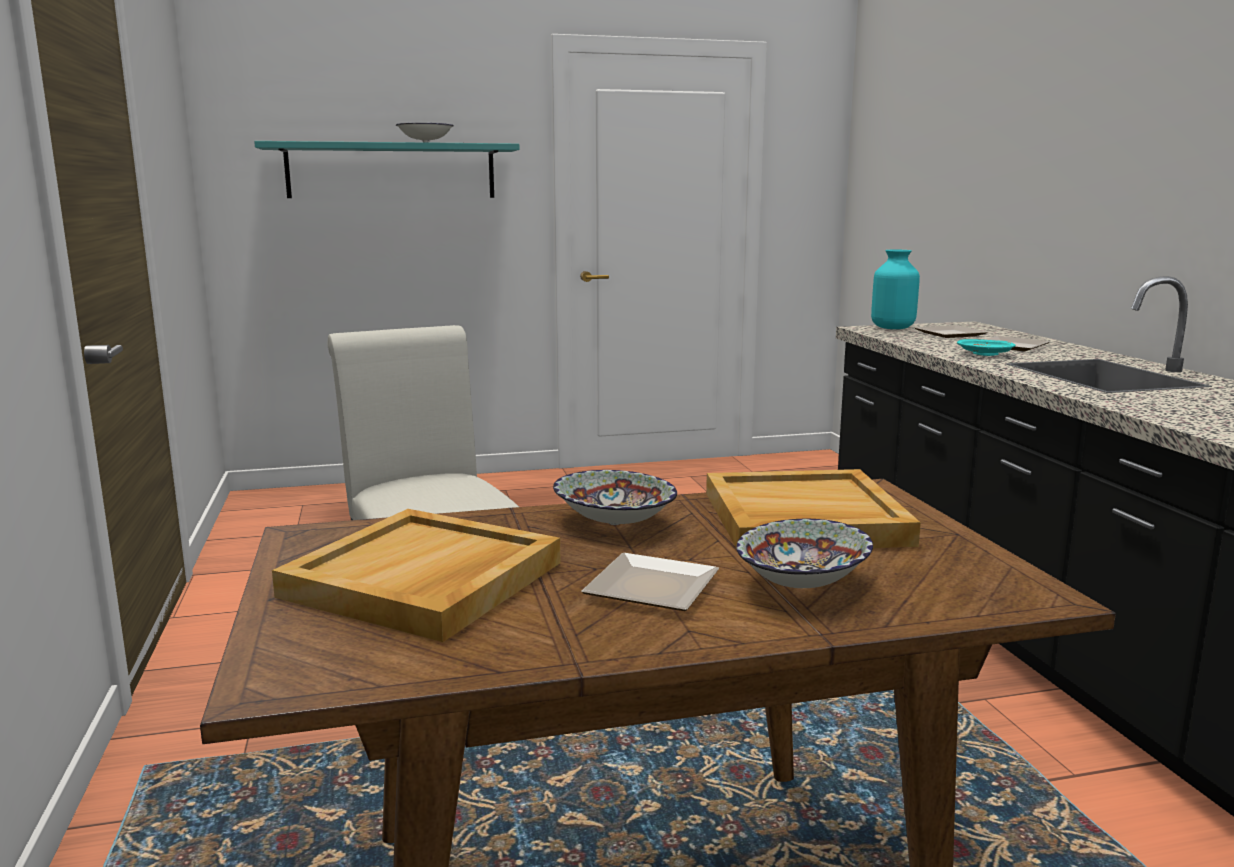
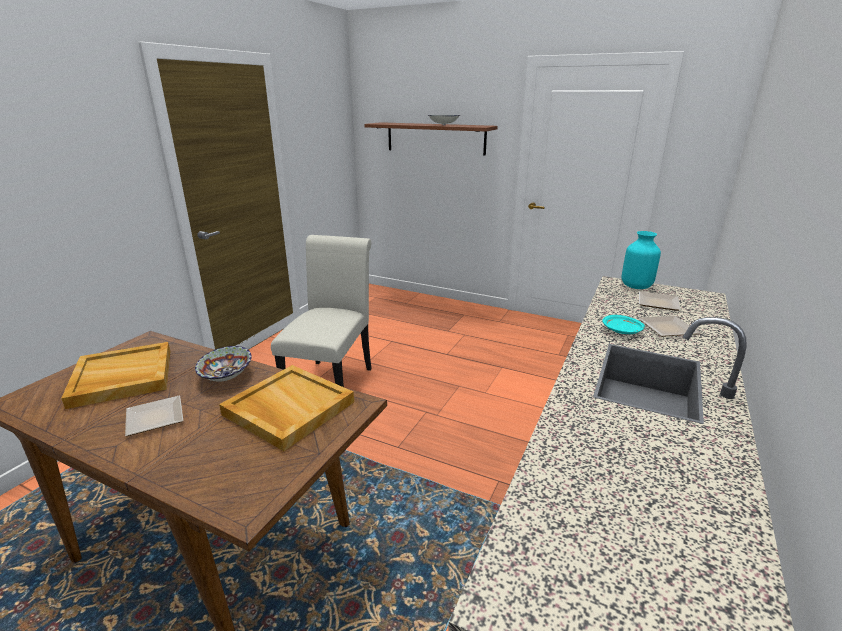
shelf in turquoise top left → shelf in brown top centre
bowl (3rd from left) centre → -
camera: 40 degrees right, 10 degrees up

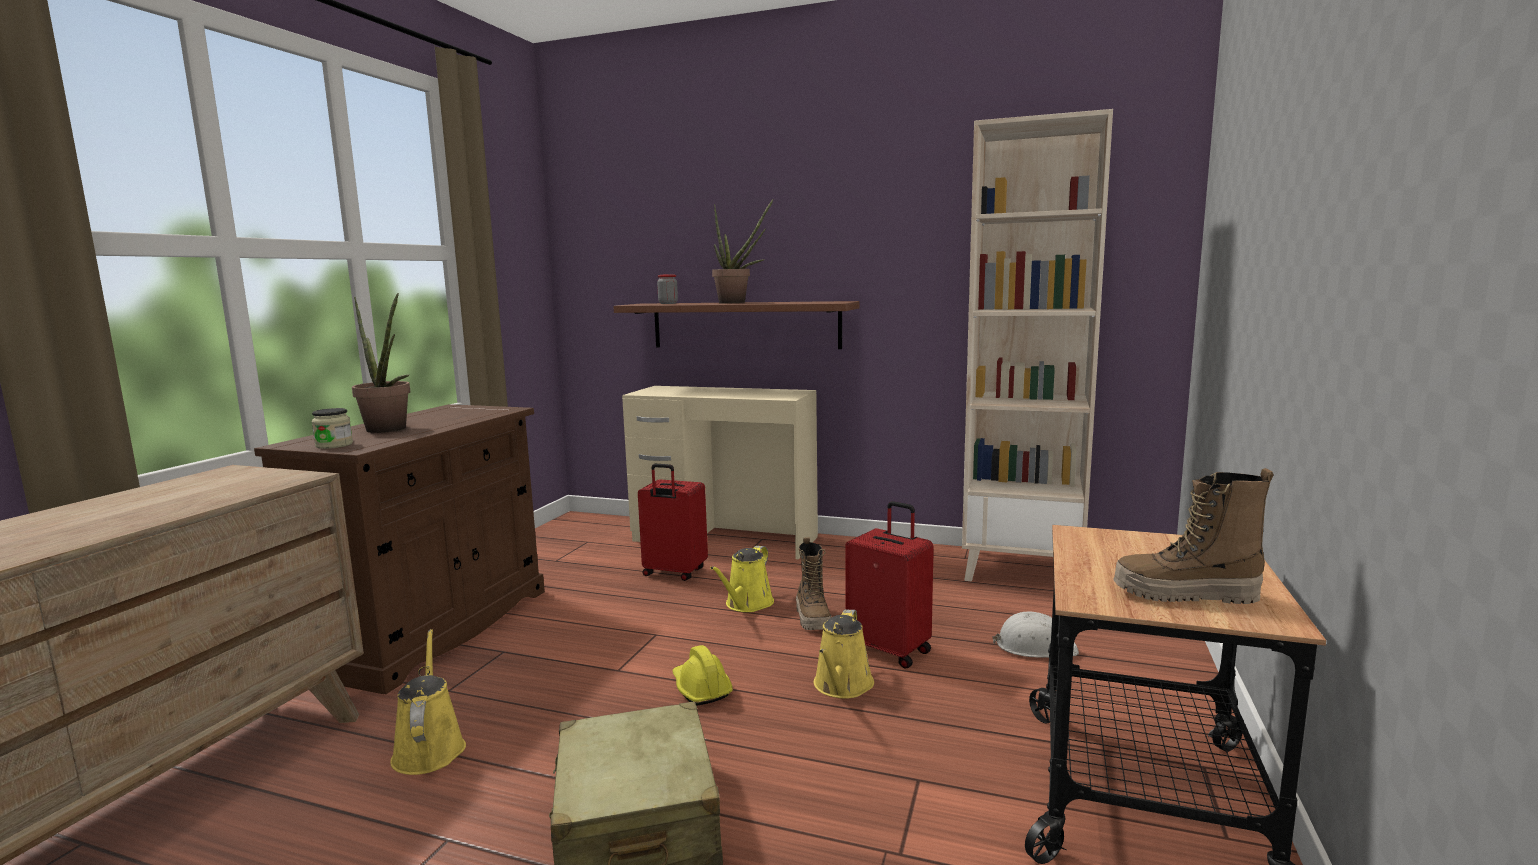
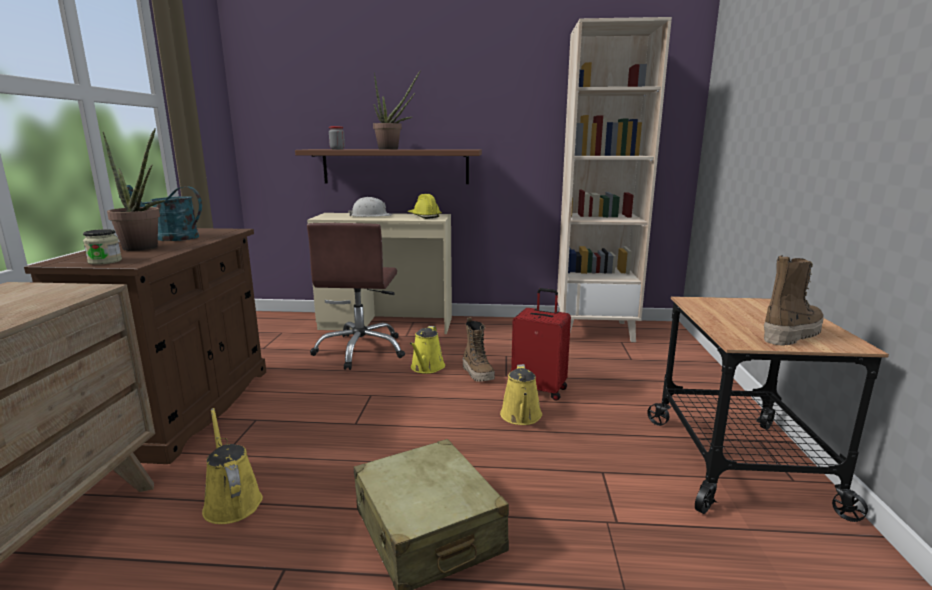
- → watering can in turquoise middle left
suitcase in red (1st from left) centre → office chair in brown centre
hard hat in white bottom right → hard hat in white centre, moved
hard hat in yellow bottom centre → hard hat in yellow centre, moved
boot (2nd from left) middle right, 150 degrees clockwise
camera: 15 degrees left, 5 degrees up

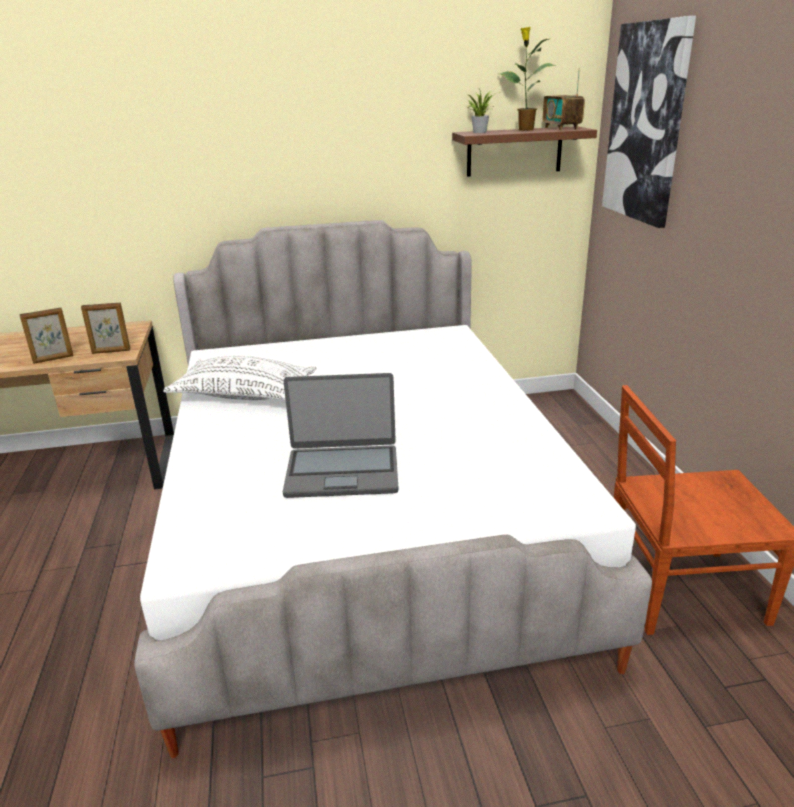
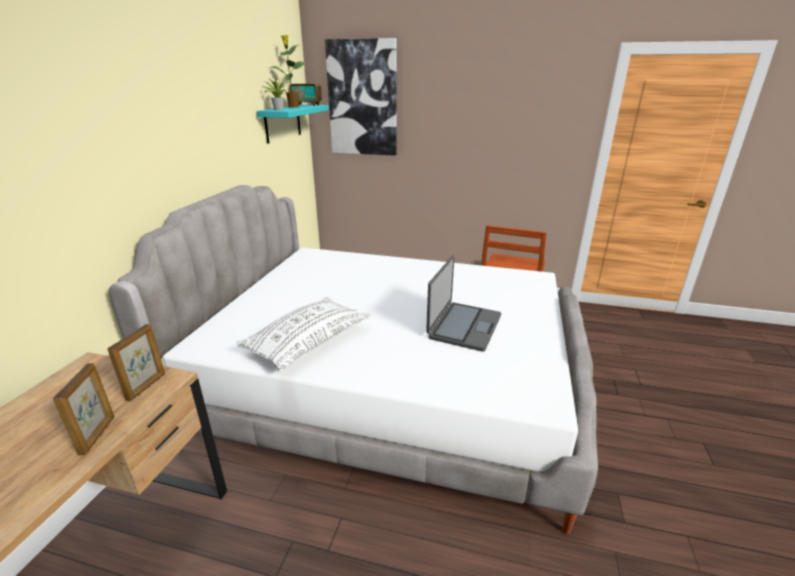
shelf in brown top centre → shelf in turquoise top centre
camera: 65 degrees left, 0 degrees up

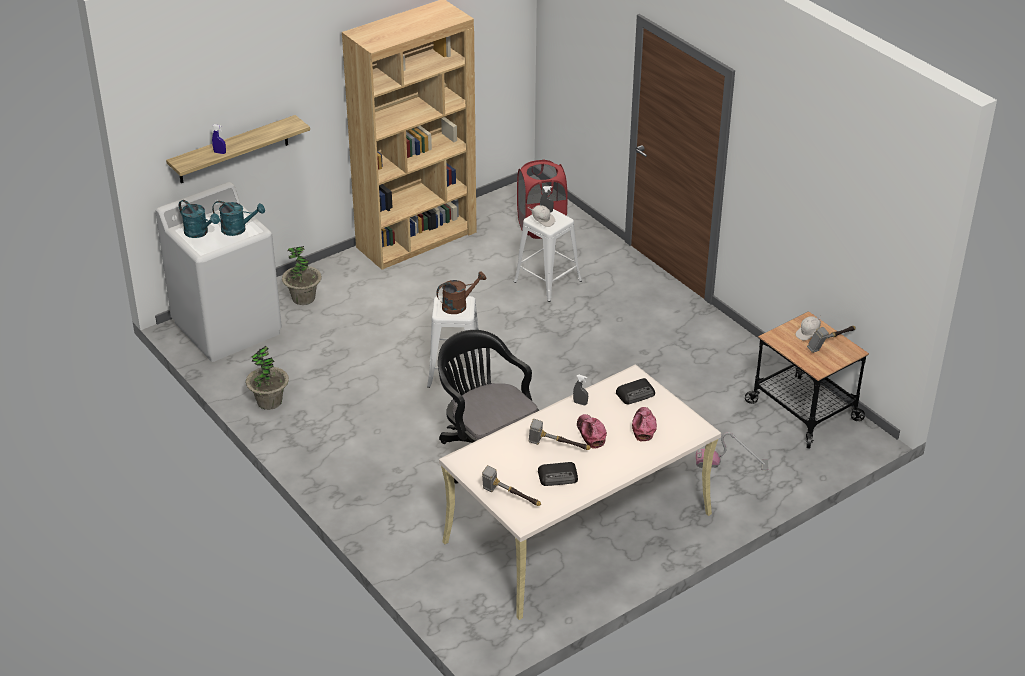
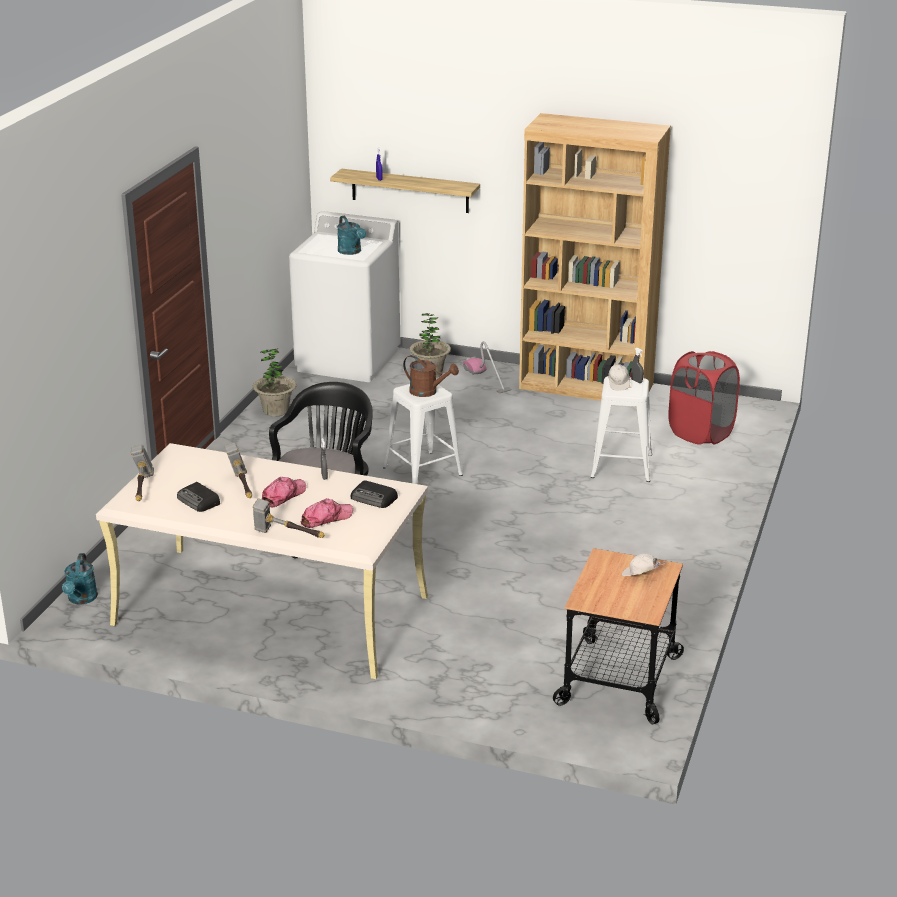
watering can in turquoise (1st from left) top left → watering can in turquoise (1st from left) middle left, moved
hammer (3rd from left) middle right → hammer (3rd from left) middle left, moved
vacuum cleaner bottom right → vacuum cleaner centre, moved
camera: 55 degrees right, 10 degrees down

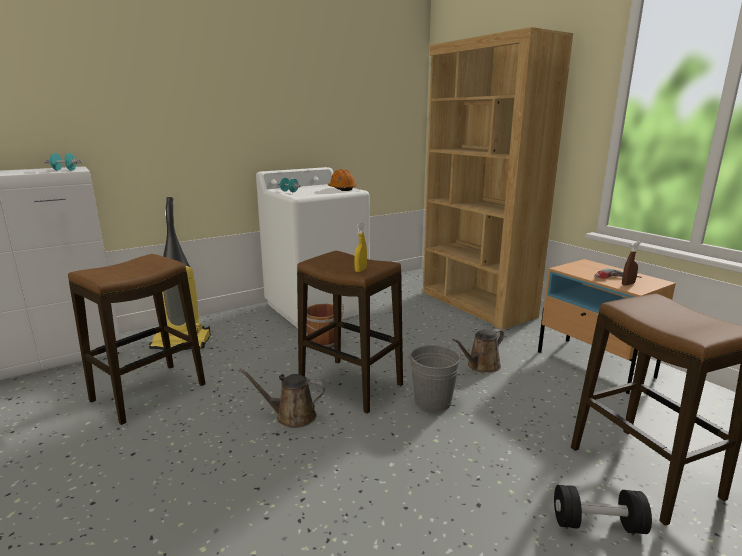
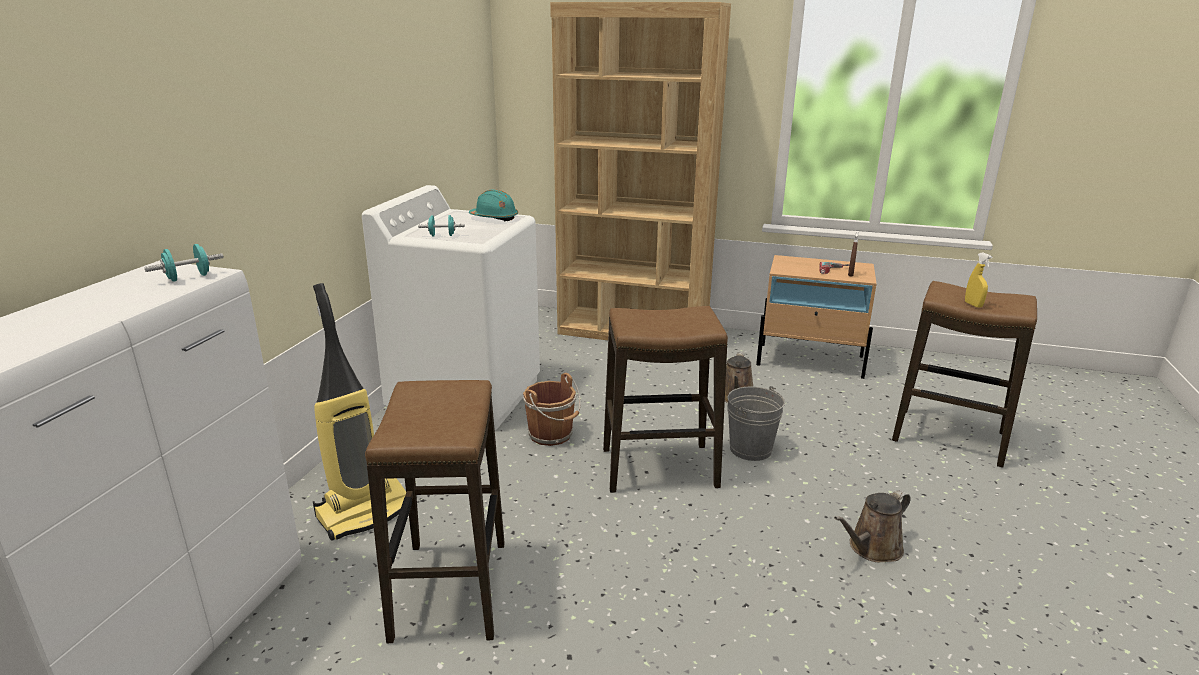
hard hat in orange top centre → hard hat in turquoise top centre
watering can in brown (1st from left in the first image) bottom centre → watering can in brown (2nd from left) bottom right, moved
spray bottle in yellow centre → spray bottle in yellow middle right, moved
dumbbell in black bottom right → -
camera: 40 degrees left, 5 degrees up

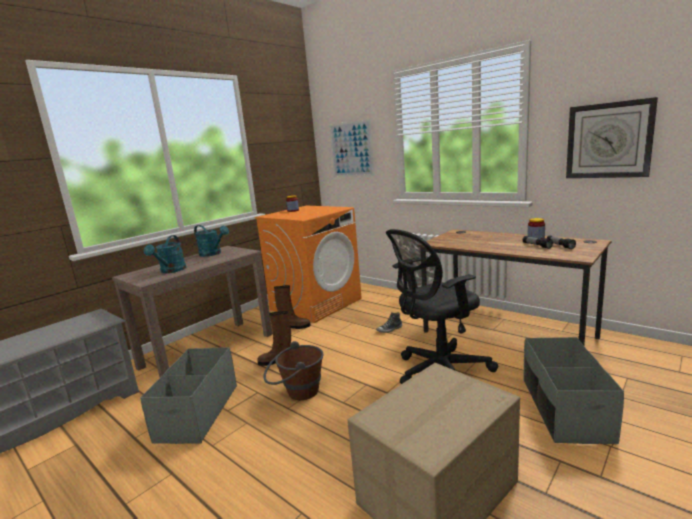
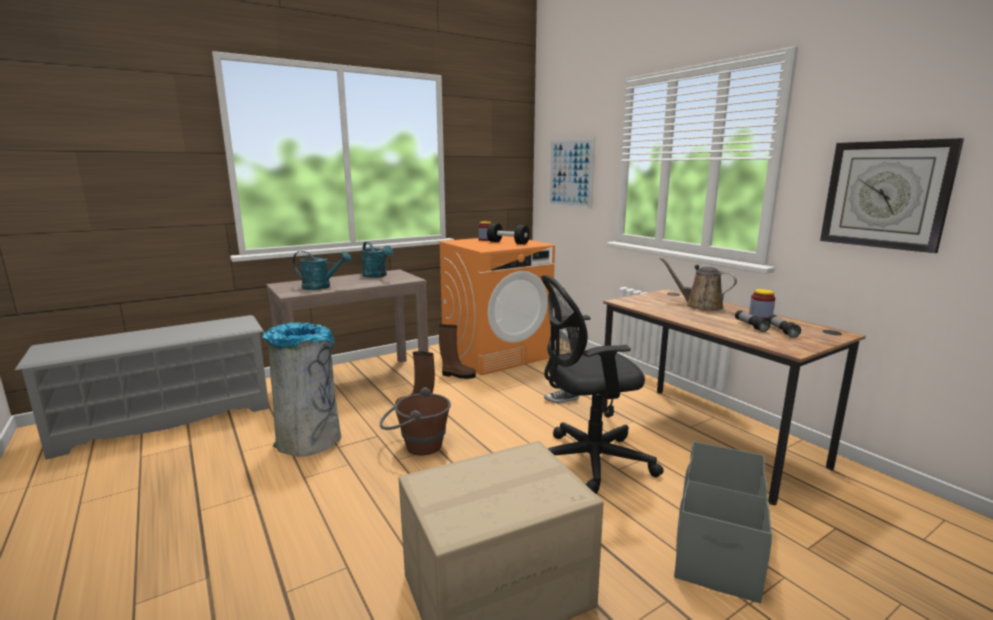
storage box in grey (1st from left) bottom left → trash can in grey middle left
watering can in turquoise (1st from left) middle left, 105 degrees counterclockwise
- → dumbbell in black centre
- → watering can in brown middle right
camera: 15 degrees right, 0 degrees up

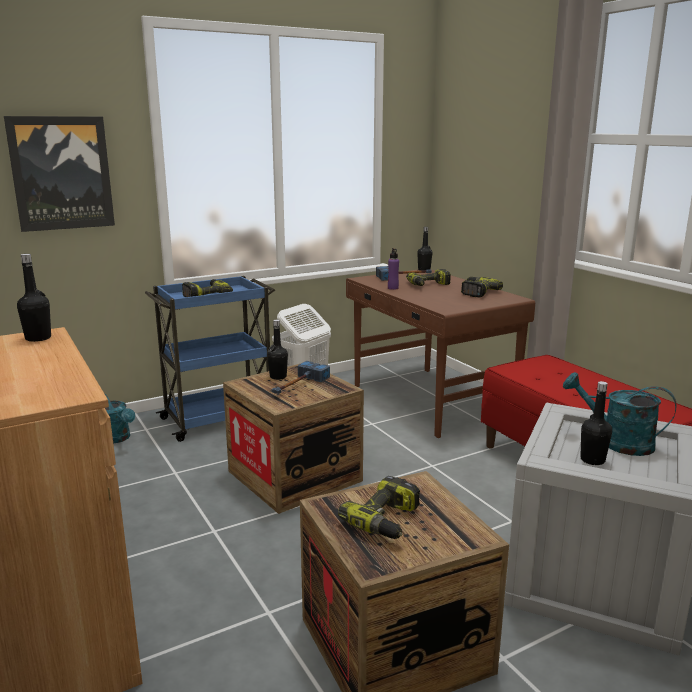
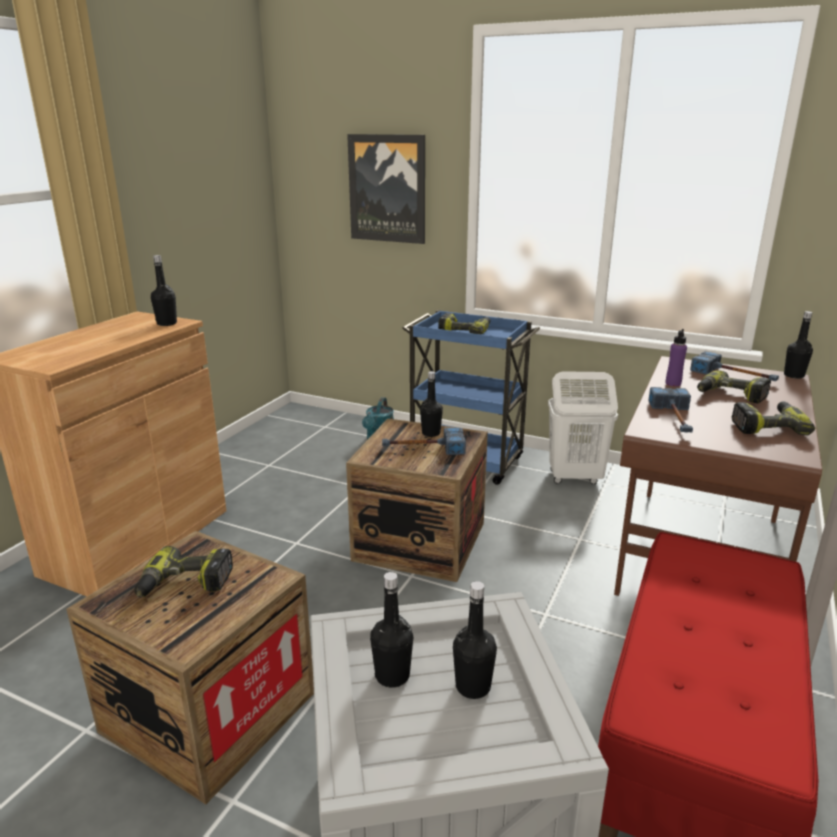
watering can in turquoise (2nd from left) middle right → bottle in black (4th from left) bottom centre
- → hammer (2nd from left) middle right
camera: 55 degrees right, 5 degrees up

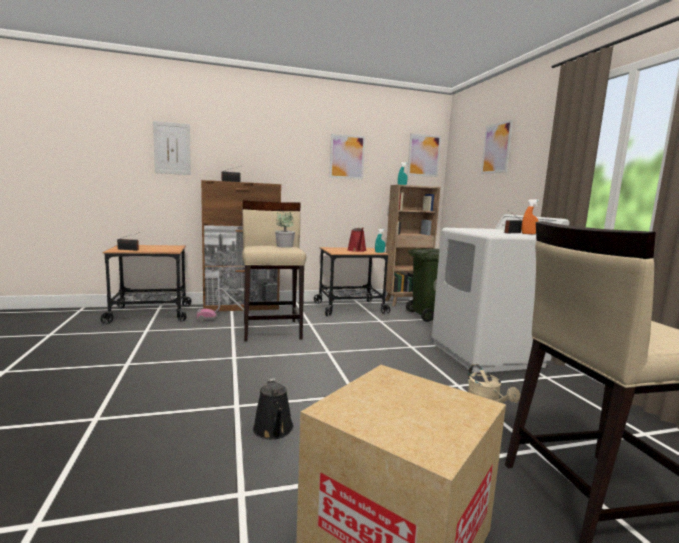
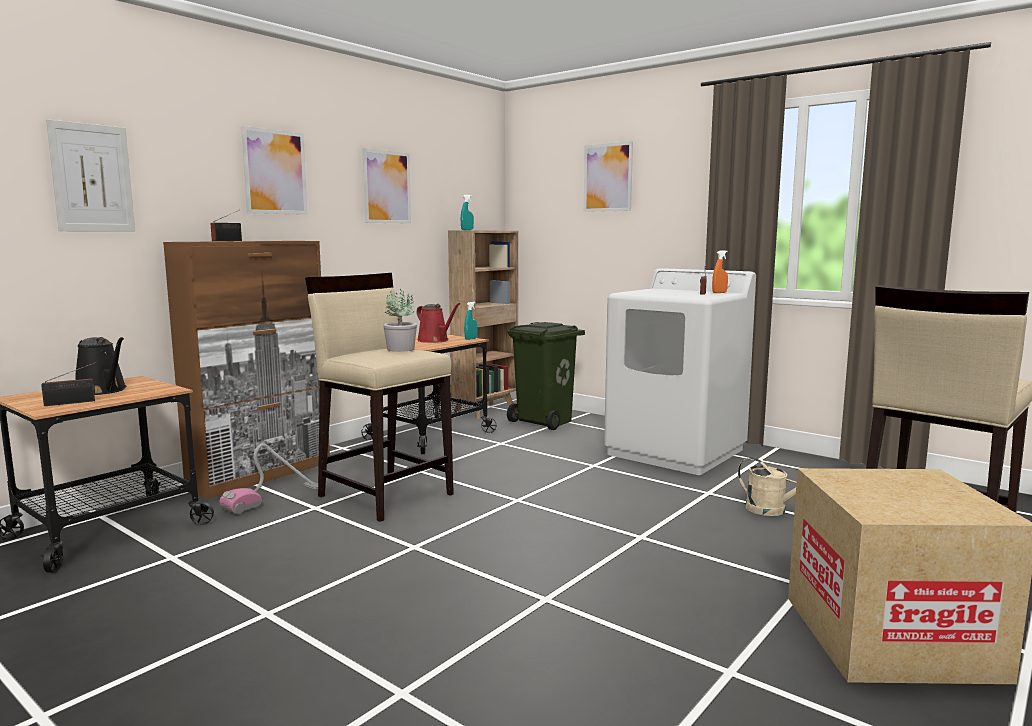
watering can in black bottom centre → watering can in black middle left, moved
picture (3rd from left in the first image) top centre → picture (2nd from left) top left, moved
camera: 35 degrees left, 0 degrees up

